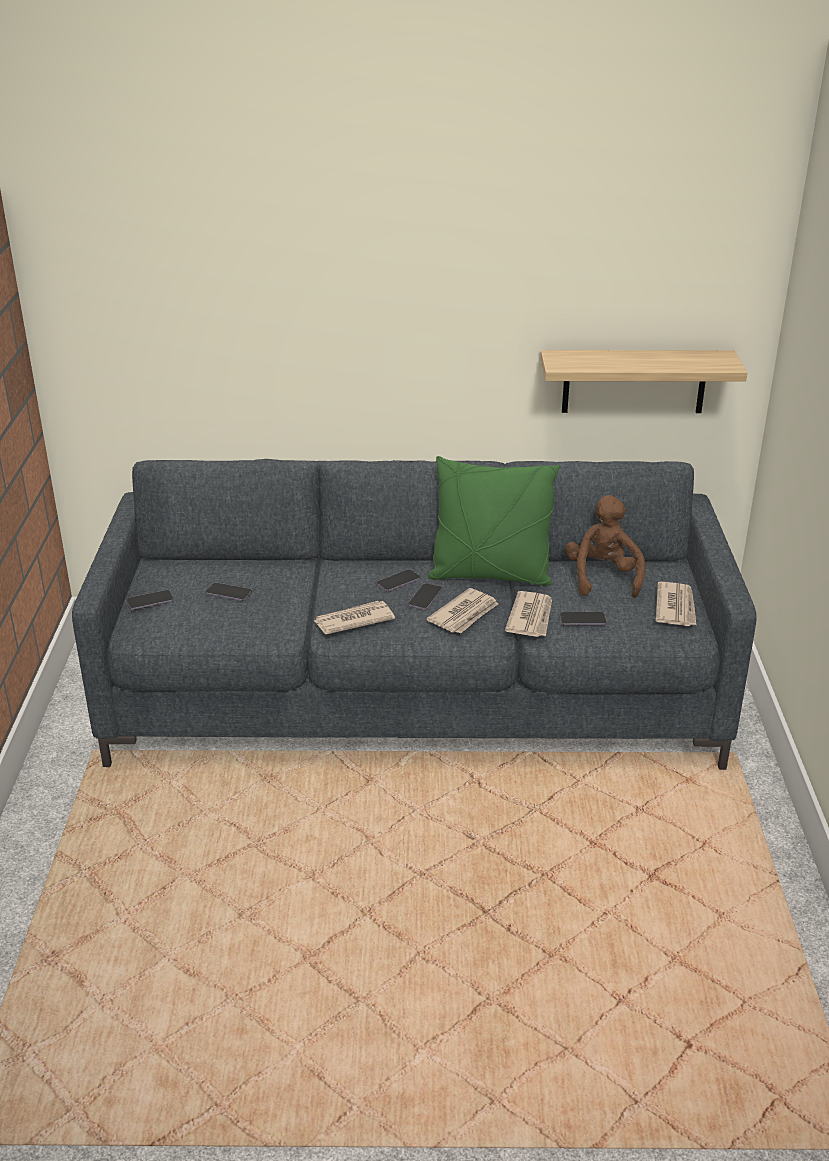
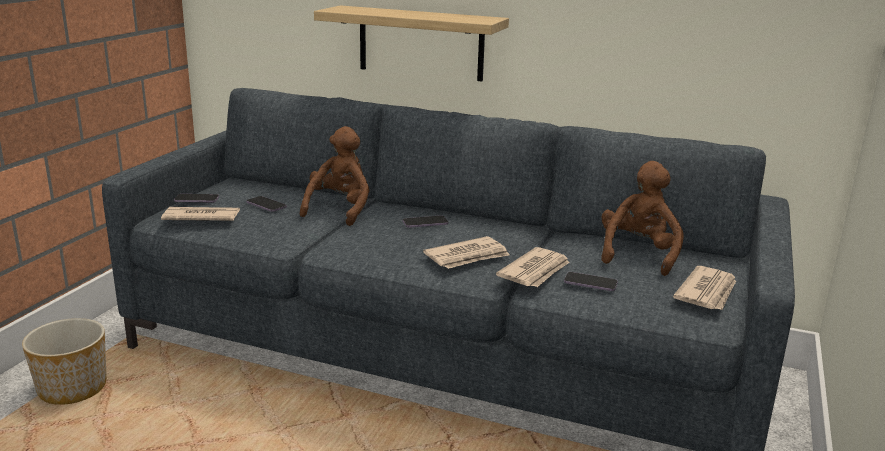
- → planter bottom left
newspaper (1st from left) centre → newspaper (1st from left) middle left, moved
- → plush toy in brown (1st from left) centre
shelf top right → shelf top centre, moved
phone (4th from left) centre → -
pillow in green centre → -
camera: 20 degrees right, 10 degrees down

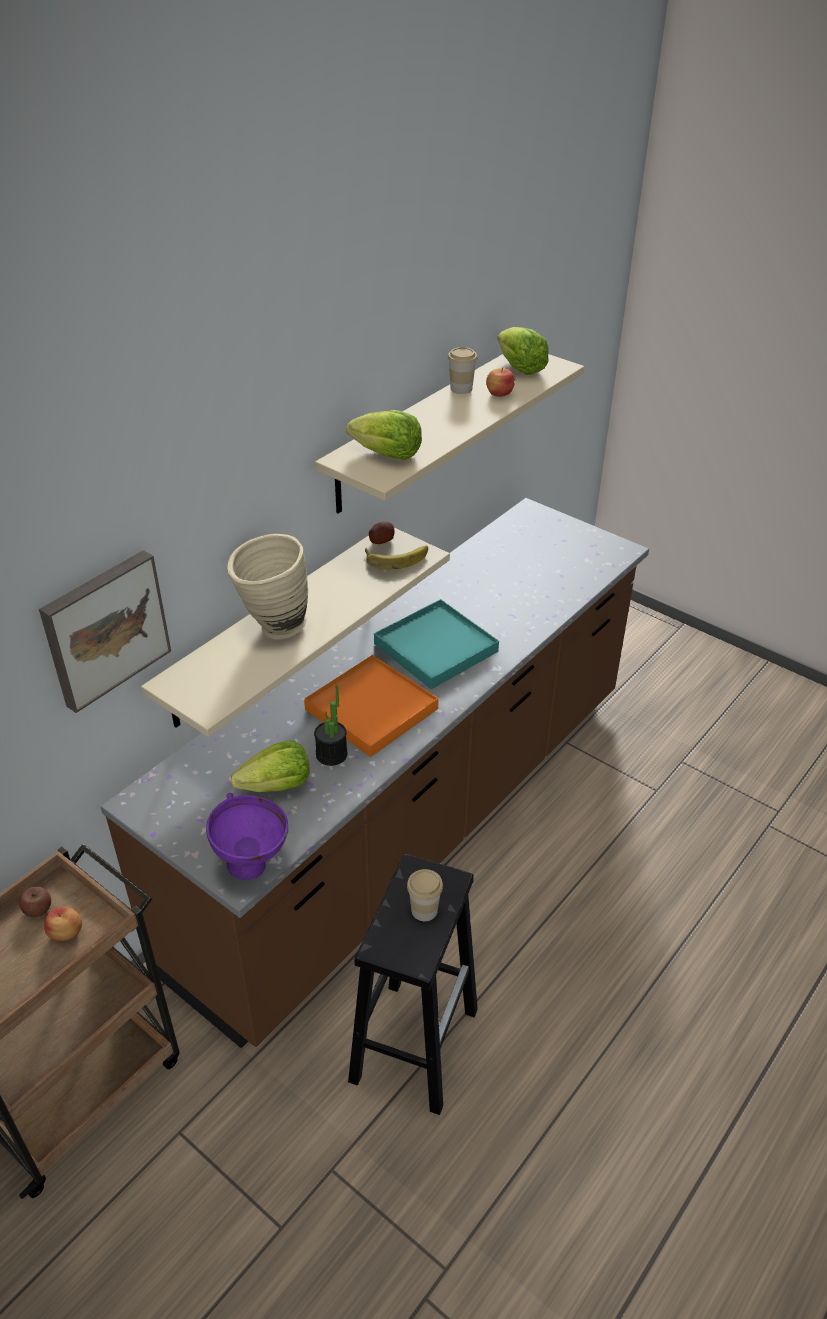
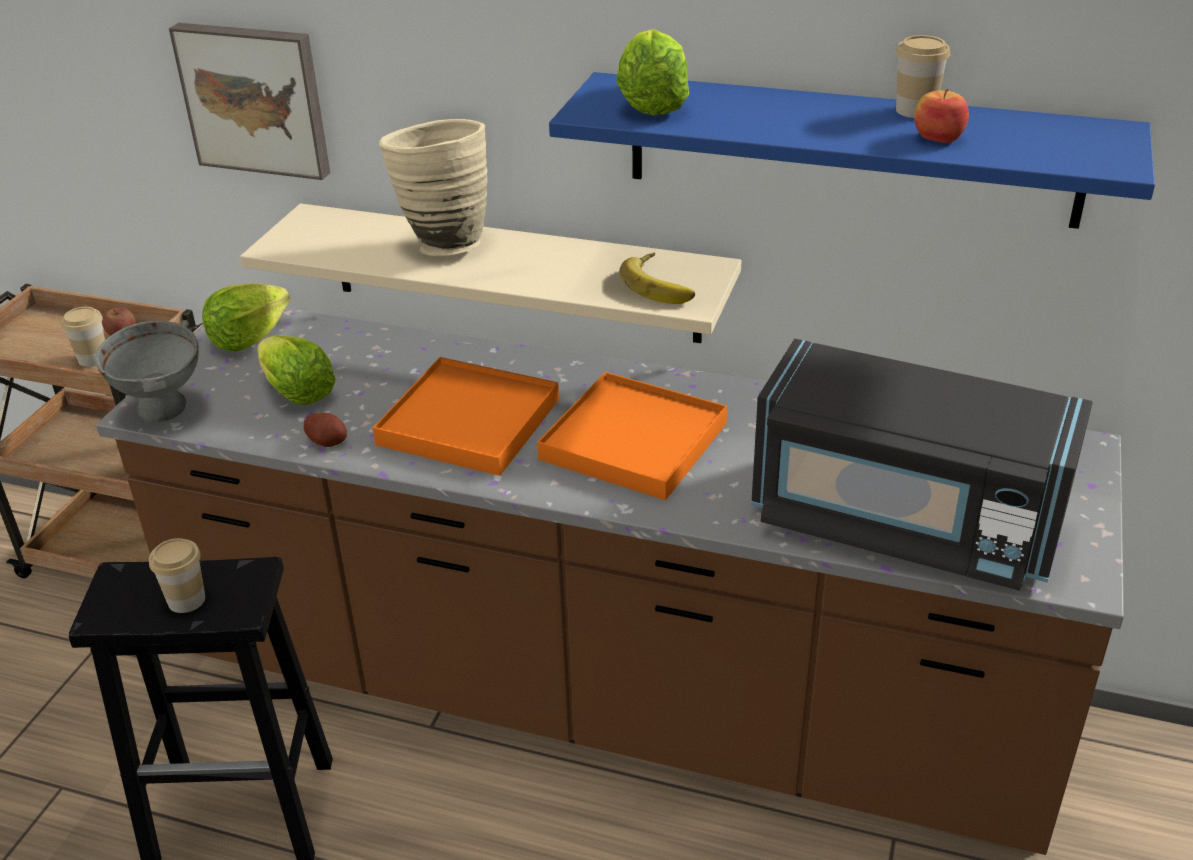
apple (2nd from left) bottom left → cup (1st from left) middle left
bowl in purple middle left → bowl in grey middle left
lettuce (3rd from left in the first image) top centre → lettuce (1st from left) middle left, moved
potato centre → potato middle left, moved
tray in turquoise centre → tray in orange (2nd from left) centre
shelf in beige (2nd from left) top centre → shelf in blue top right
- → microwave in black middle right
potted plant centre → -
camera: 70 degrees right, 5 degrees down

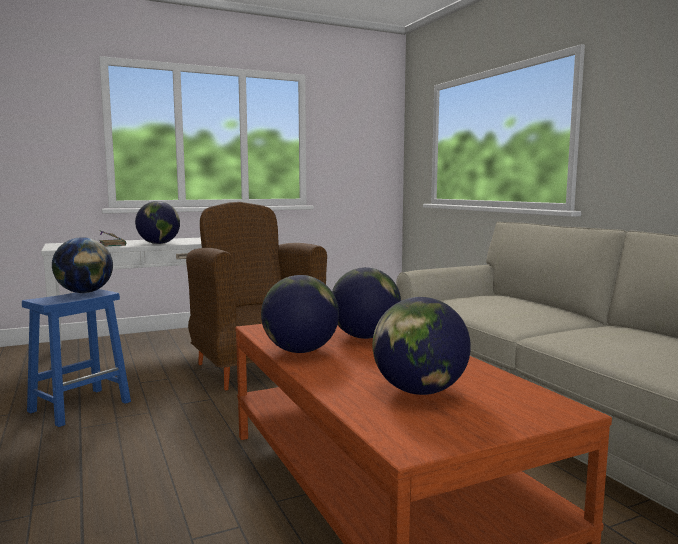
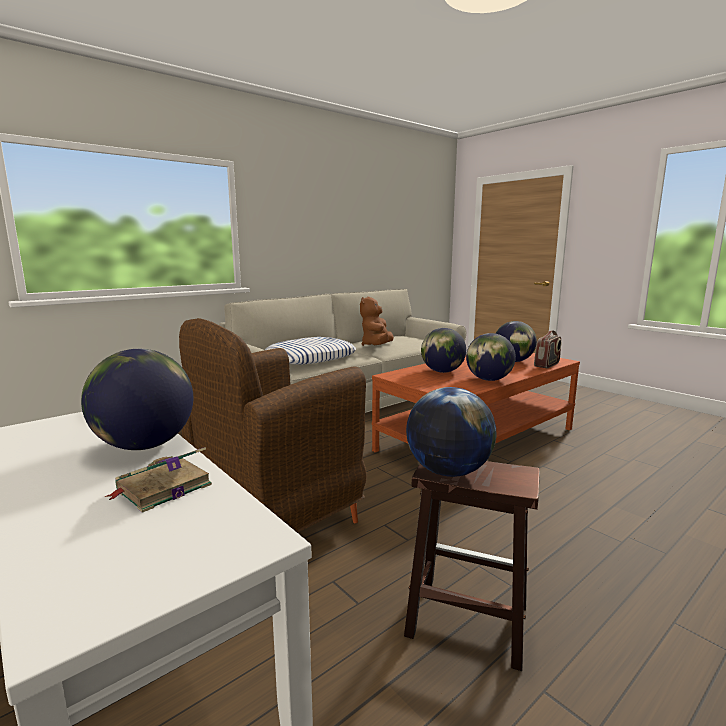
- → pillow centre
- → plush toy in brown centre
stool in blue middle left → stool in brown bottom centre
- → radio middle right
camera: 105 degrees left, 5 degrees up

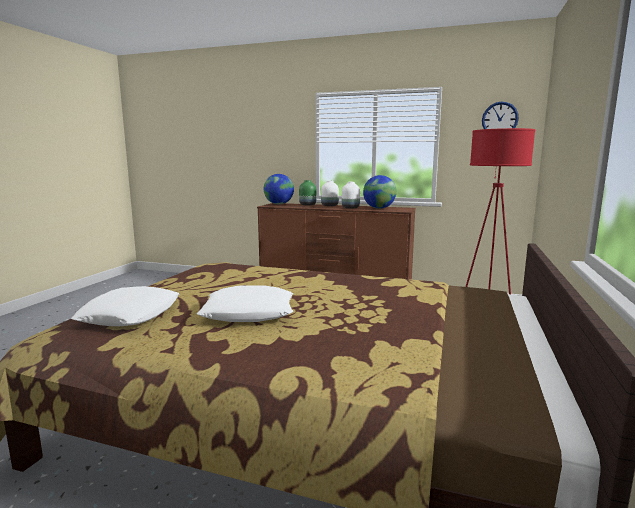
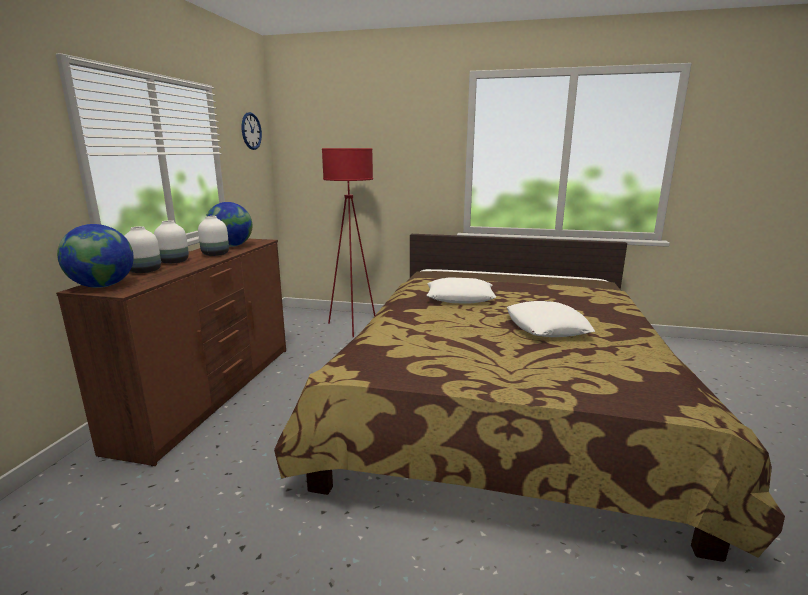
vase in green centre → vase in white (1st from left) middle left
pillow in white (1st from left) middle left → pillow in white (1st from left) centre, moved
camera: 95 degrees left, 5 degrees up

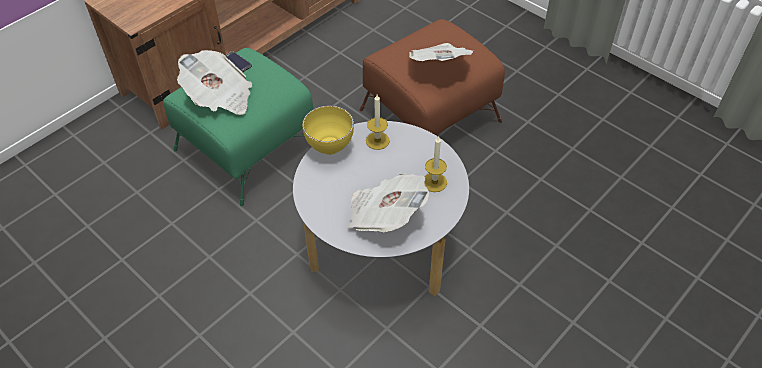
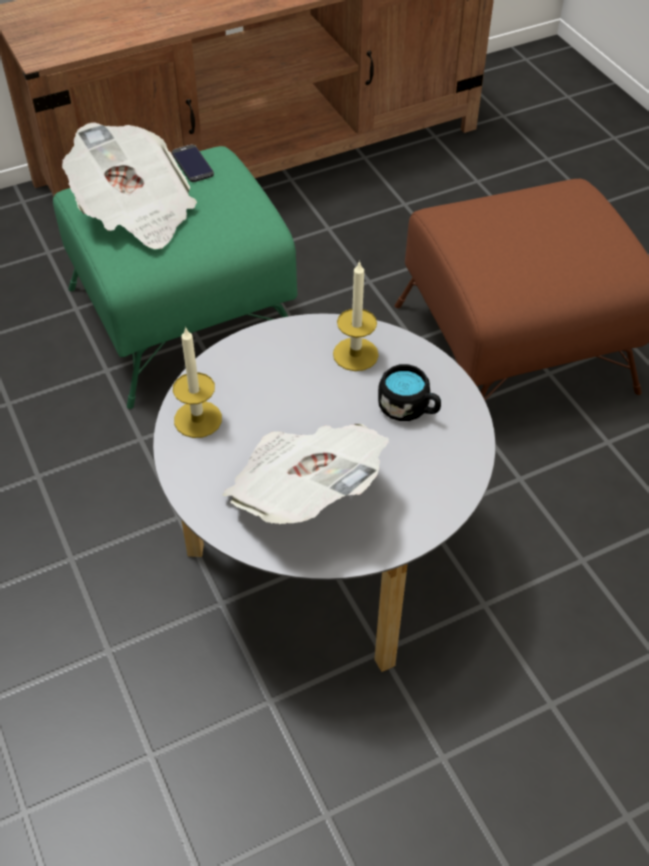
candle (2nd from left in the first image) centre → candle (1st from left) middle left, moved
- → mug in black centre
bowl in yellow centre → -
newspaper (3rd from left) top centre → -
camera: 20 degrees right, 0 degrees up

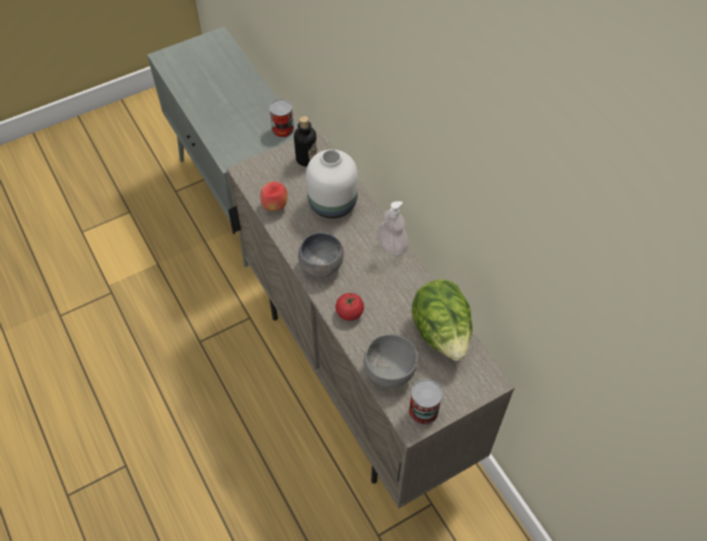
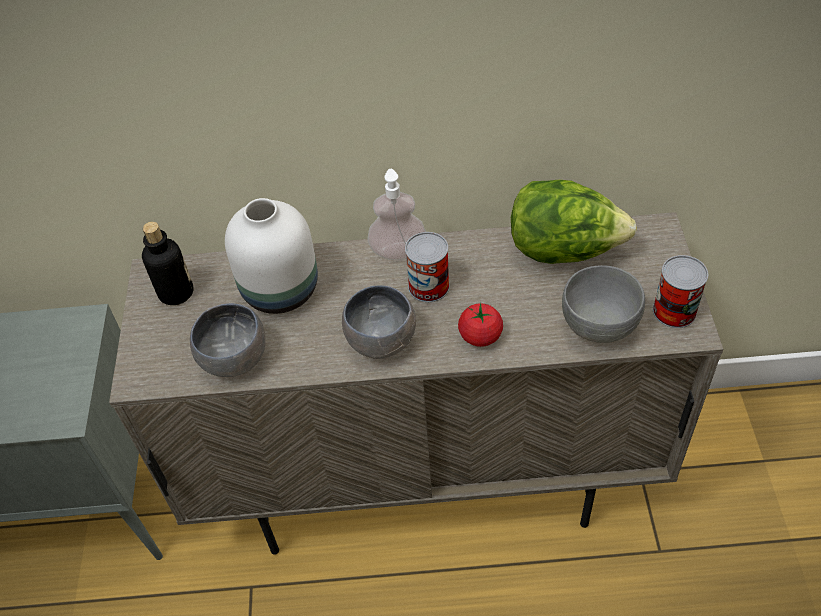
apple centre → bowl in grey (1st from left) middle left
can (1st from left) top centre → can (1st from left) centre, moved
camera: 60 degrees left, 5 degrees down

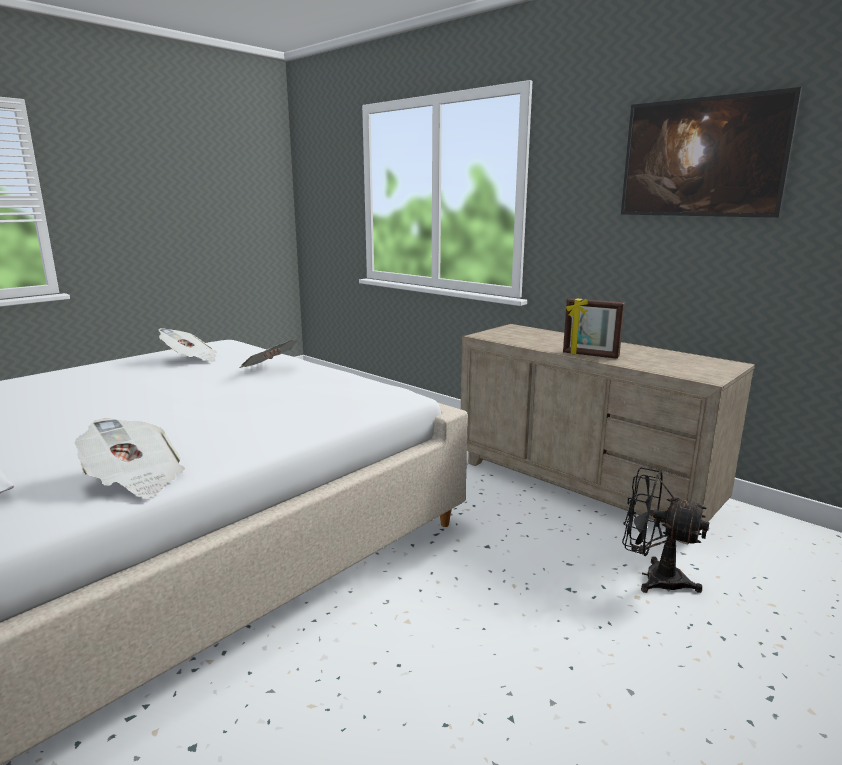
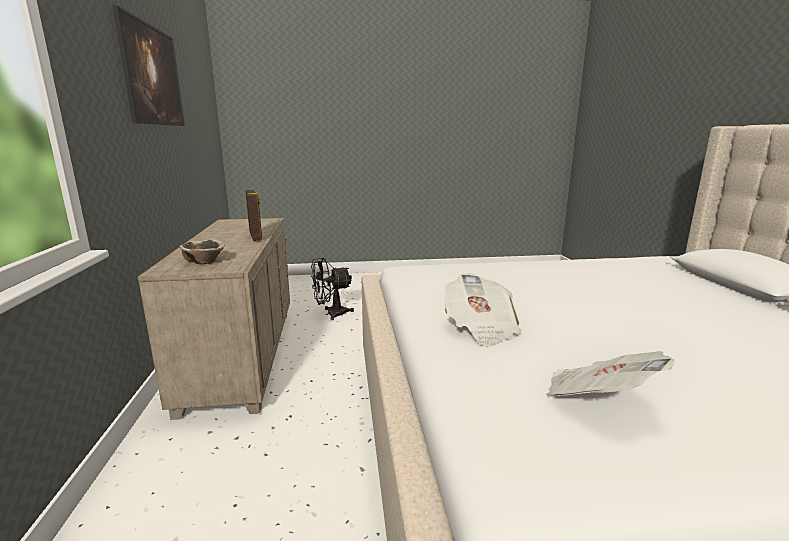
- → bowl middle left
fan in black bottom right → fan in black centre, 90 degrees clockwise
newspaper (1st from left) middle left → -
camera: 140 degrees left, 0 degrees up

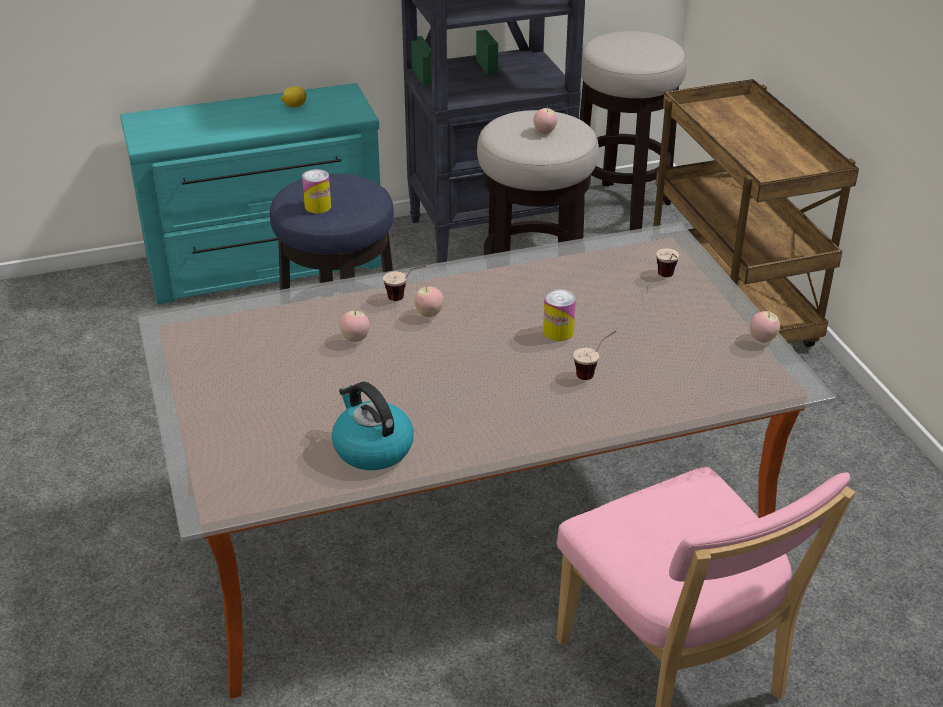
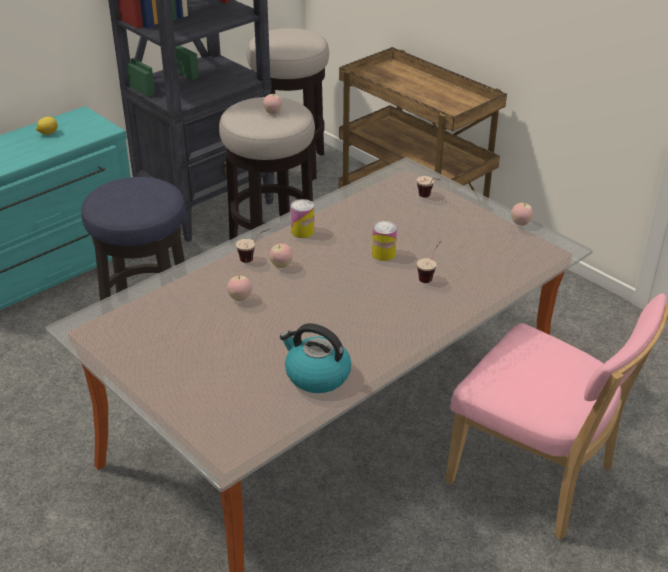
can (1st from left) top centre → can (1st from left) centre, moved
camera: 25 degrees left, 0 degrees up

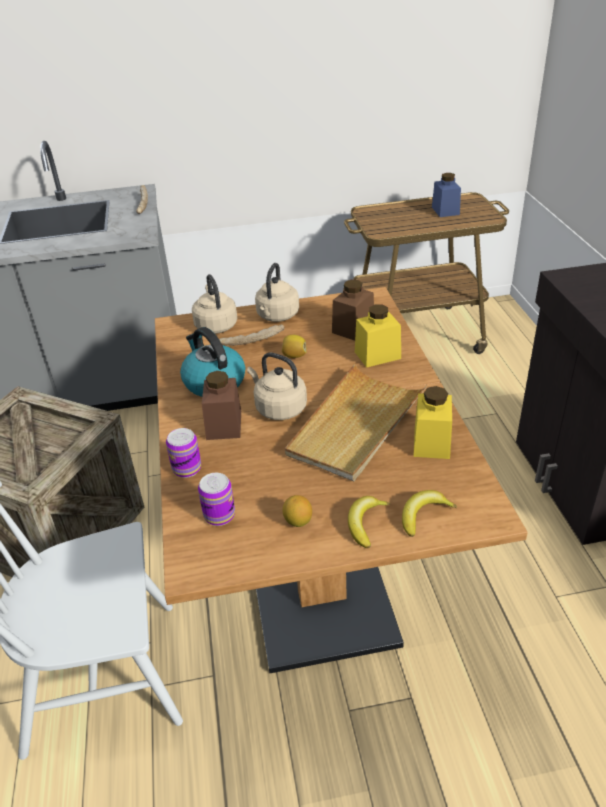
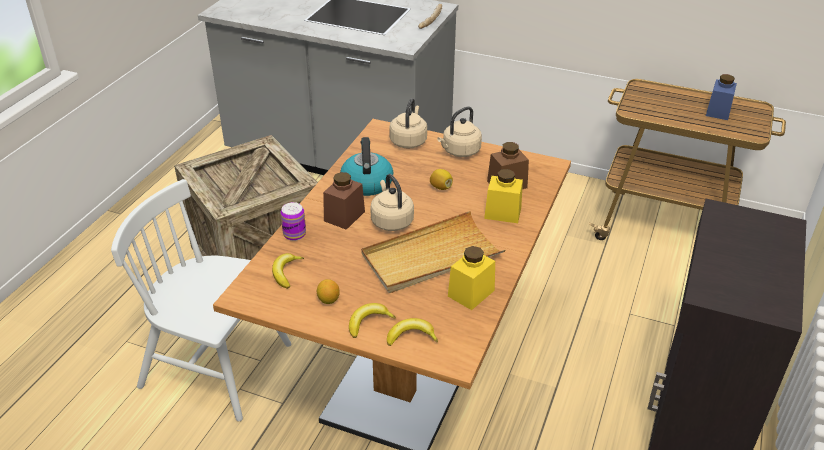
can (2nd from left) centre → banana (1st from left) centre
bread (2nd from left) centre → -
camera: 30 degrees right, 0 degrees up

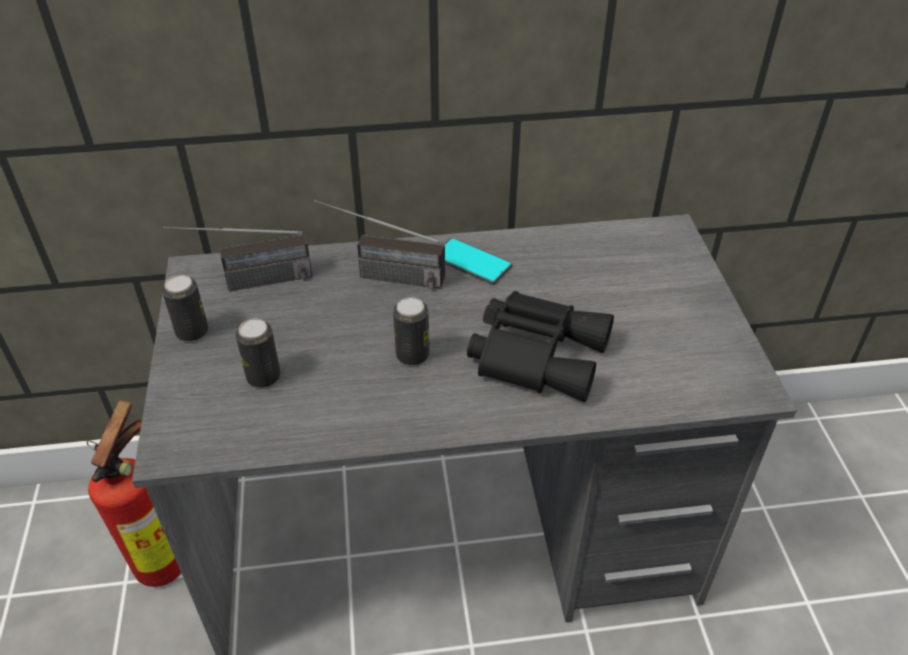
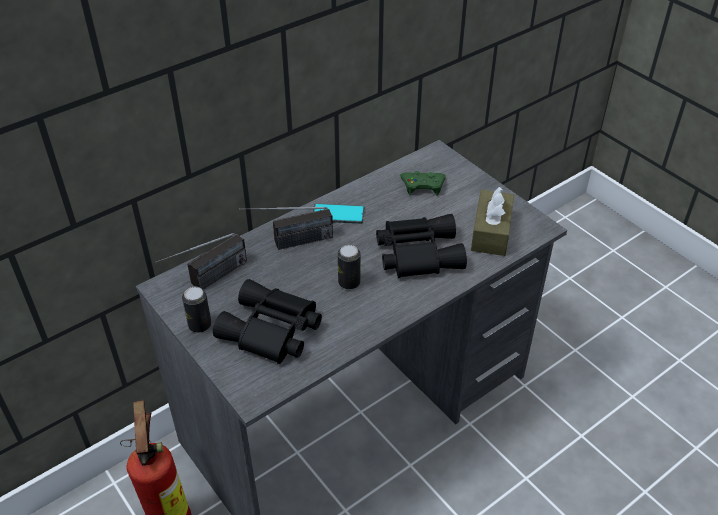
can (2nd from left) middle left → binoculars in black (1st from left) centre
- → game controller in green centre
- → tissue box in brown middle right
camera: 30 degrees left, 0 degrees up

